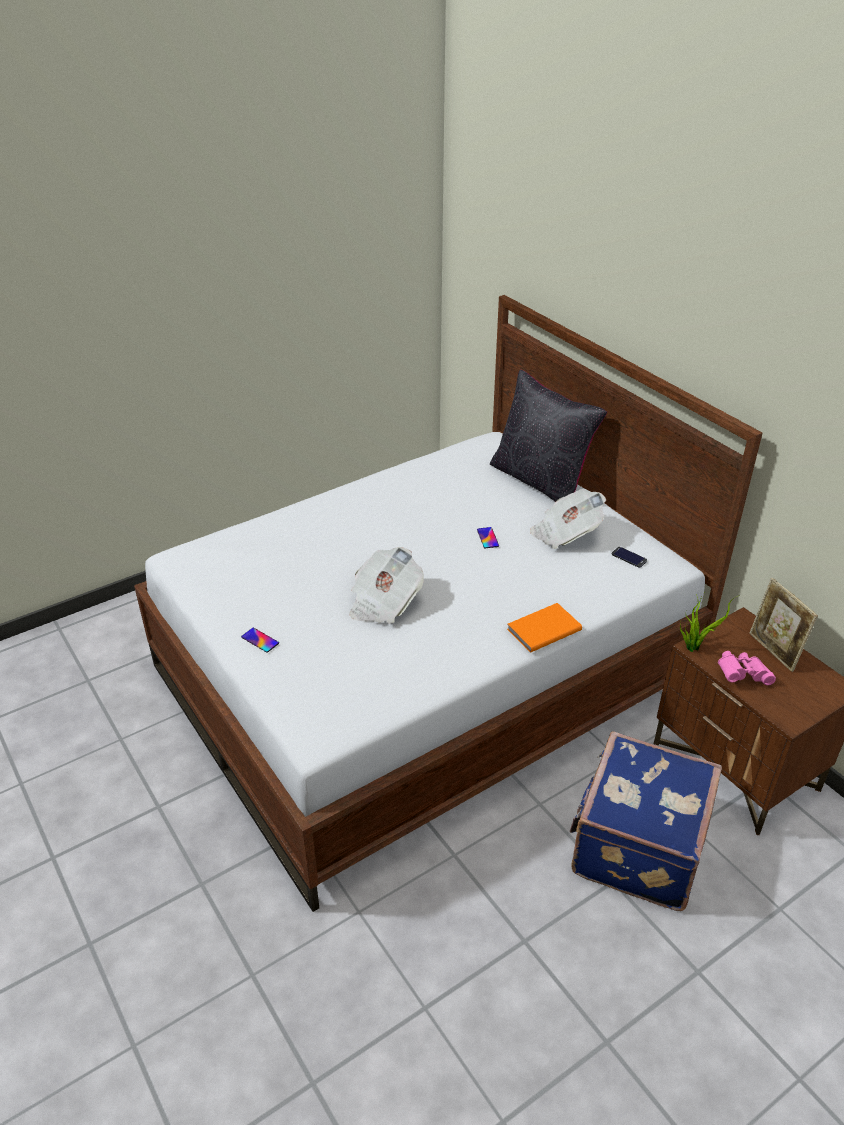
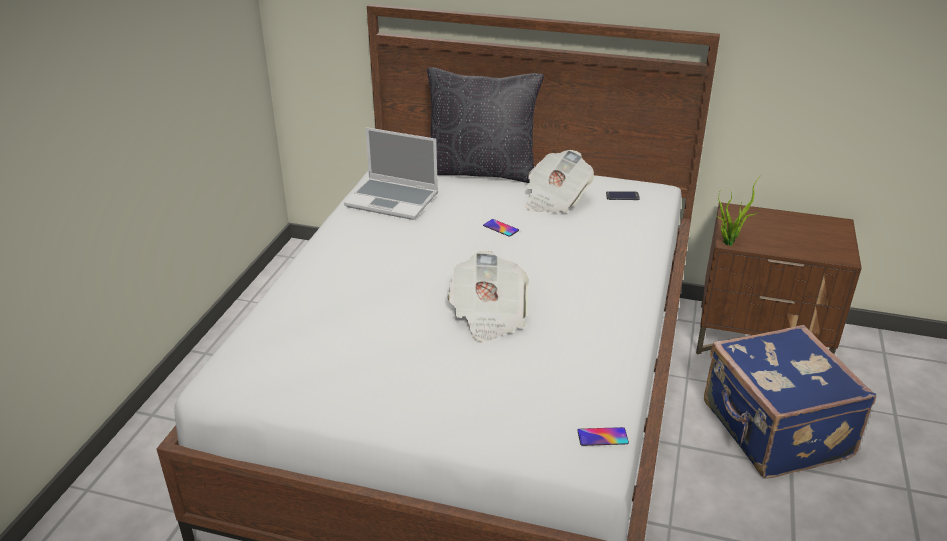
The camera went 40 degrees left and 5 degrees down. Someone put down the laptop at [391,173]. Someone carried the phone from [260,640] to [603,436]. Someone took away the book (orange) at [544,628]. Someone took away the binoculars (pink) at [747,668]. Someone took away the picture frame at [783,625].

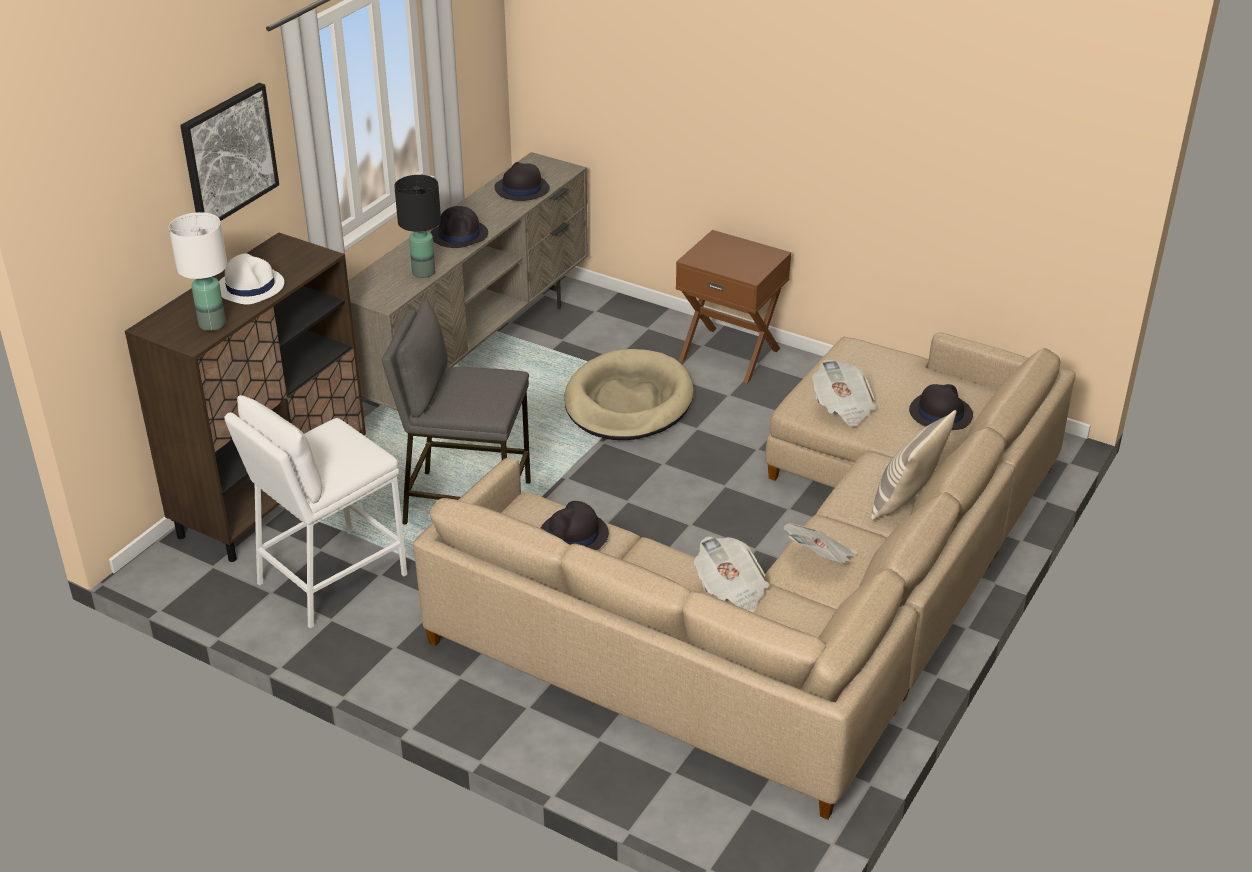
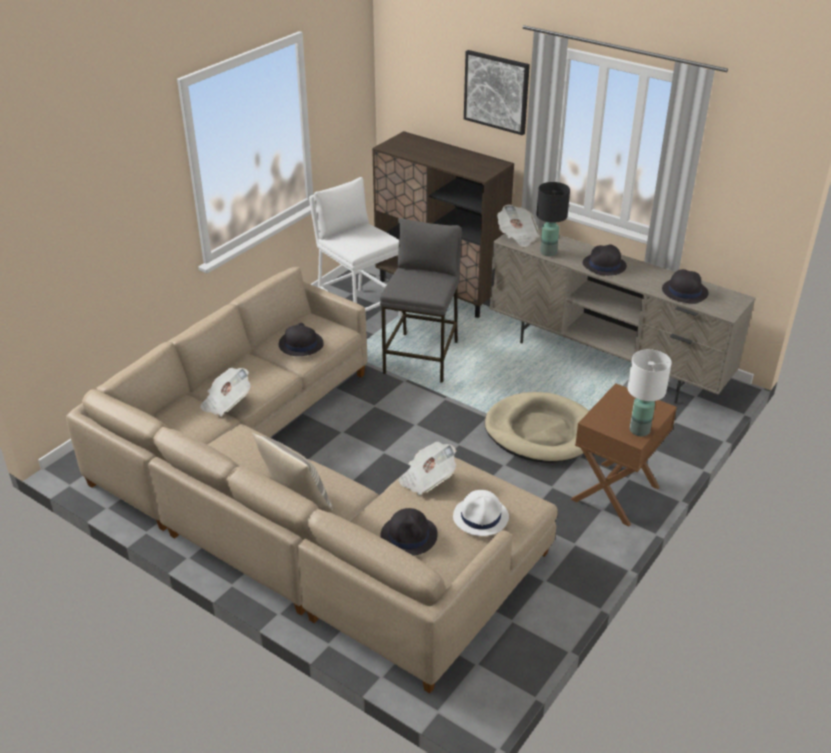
The camera went 95 degrees right and 0 degrees up. Someone carried the hat (white) from [251,278] to [481,513]. Someone carried the newspaper from [821,543] to [518,225]. Someone carried the table lamp (white) from [198,271] to [649,392].

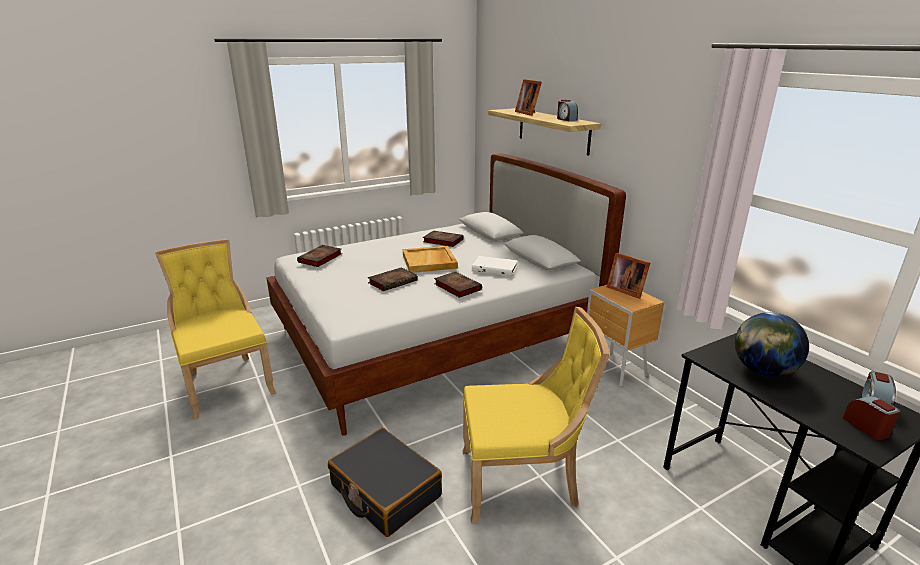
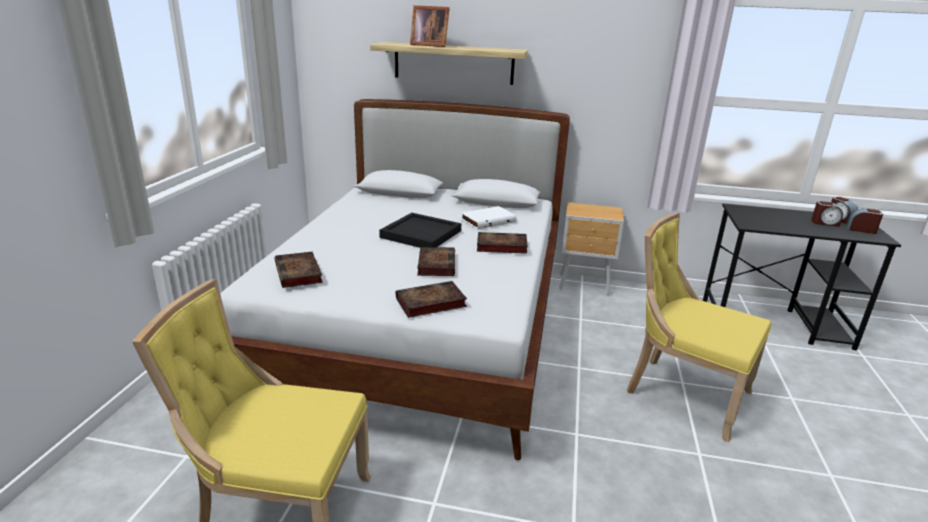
The camera went 50 degrees left and 0 degrees up. Someone repainted the tray (beige) at [430,259], which became the tray (black) at [420,230]. Someone carried the book from [443,238] to [431,299]. Someone rotated the chair (yellow) at [536,415] by 90 degrees counterclockwise. Someone carried the alarm clock from [567,110] to [827,214]. Someone took away the suitcase (black) at [385,482]. Someone took away the picture frame at [628,276]. Someone took away the globe at [772,344].

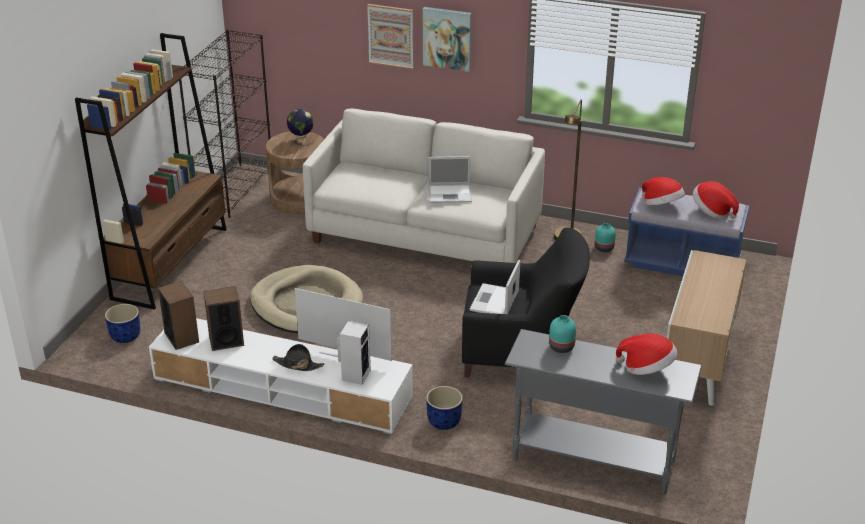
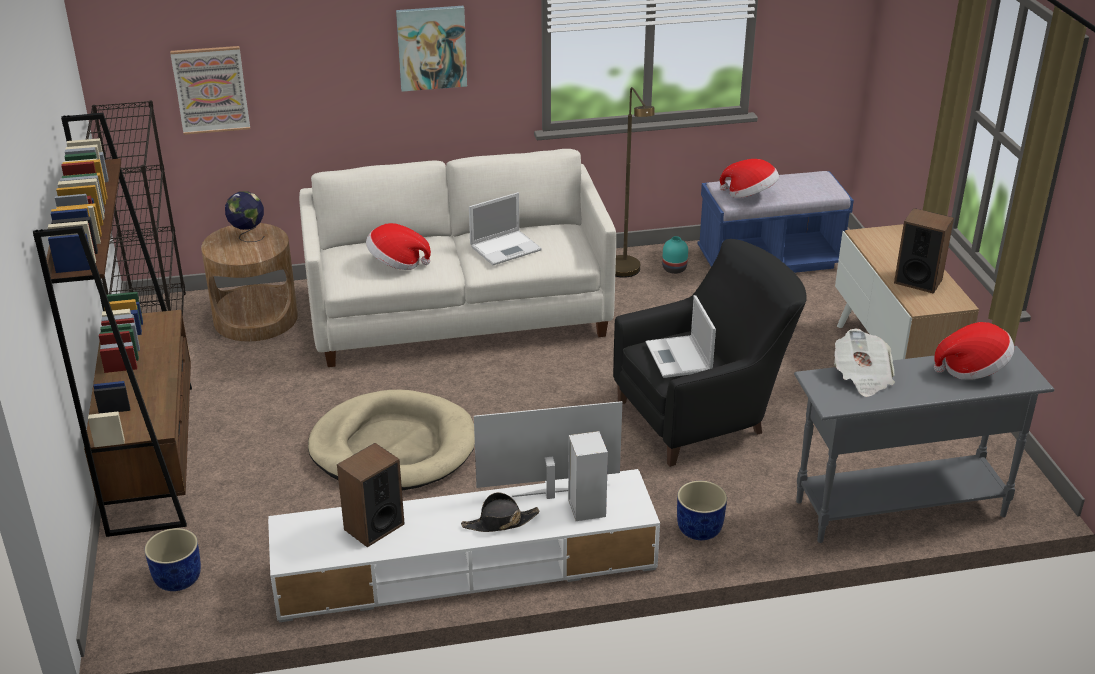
The camera went 30 degrees left and 0 degrees up. Someone carried the picture from [390,36] to [210,90]. Someone carried the hat from [716,200] to [398,246]. Someone swapped the vase (turquoise) at [562,334] for the newspaper at [864,363]. Someone carried the speaker from [178,315] to [924,251].

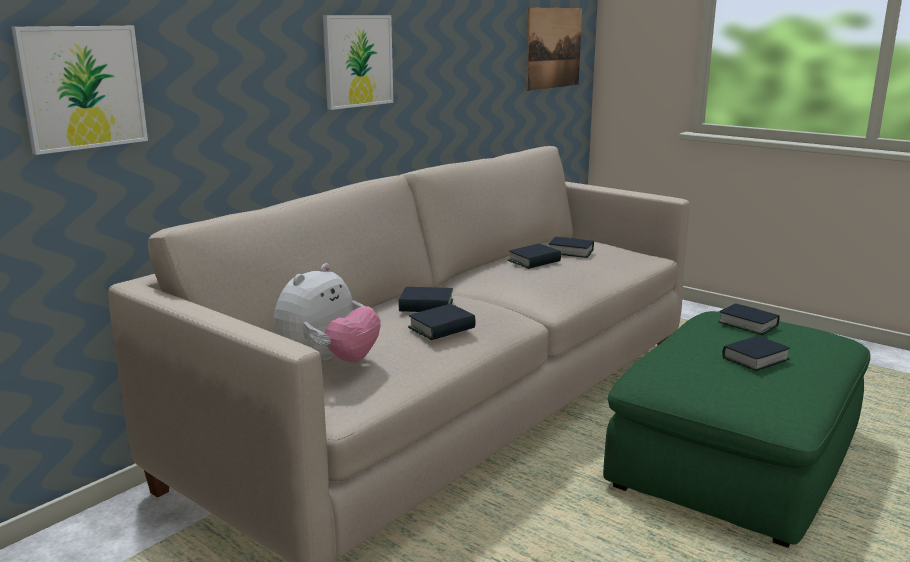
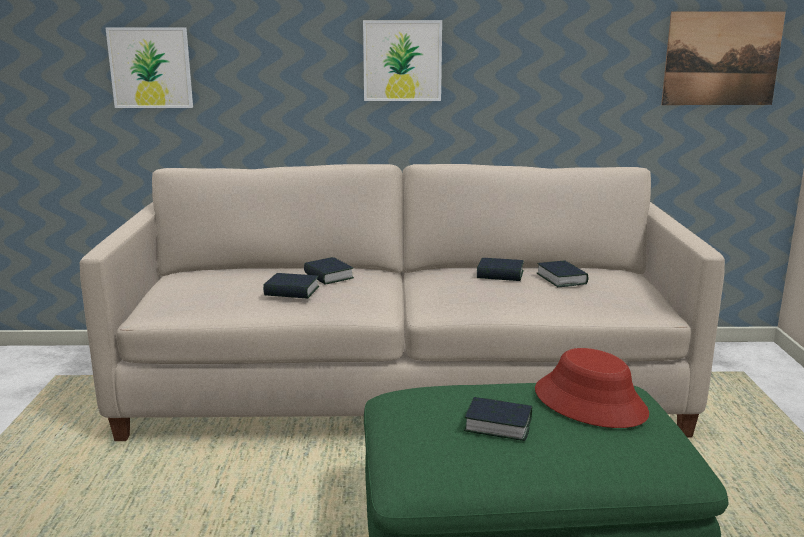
The camera went 50 degrees right and 0 degrees up. Someone swapped the book at [749,319] for the hat (red) at [592,388]. Someone took away the plush toy at [327,312].

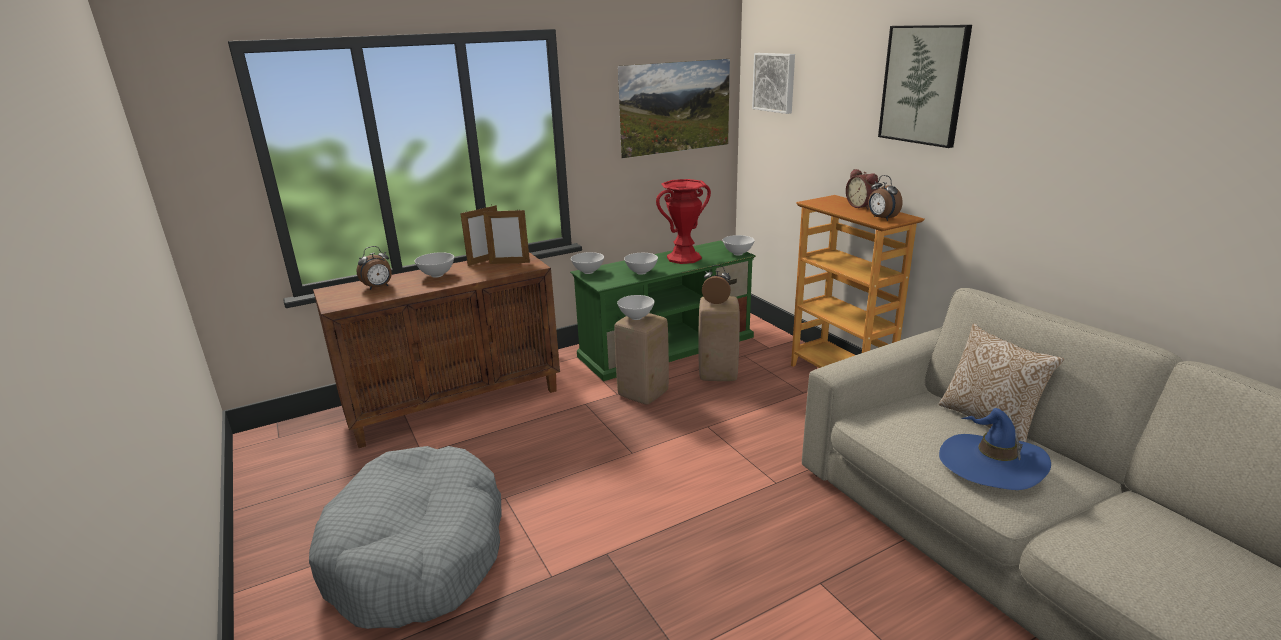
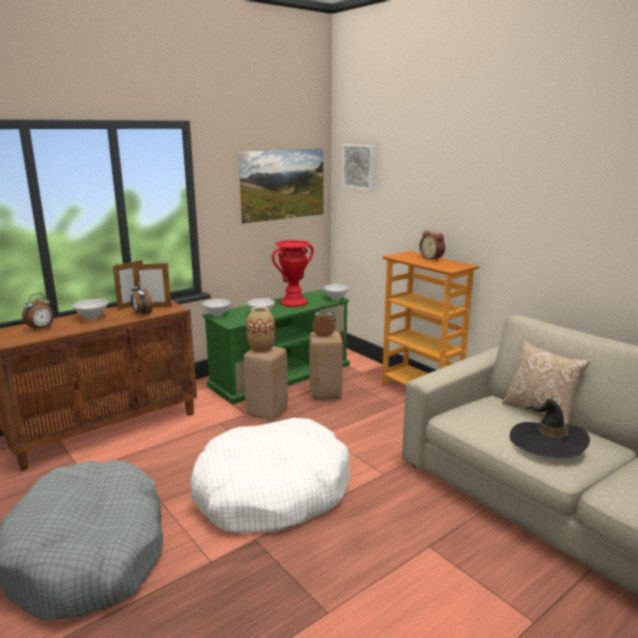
The camera went 10 degrees left and 5 degrees down. Someone carried the alarm clock from [885,198] to [141,298]. Someone put down the dog bed (white) at [270,475]. Someone swapped the bowl (white) at [635,307] for the vase at [260,330]. Someone repainted the hat (blue) at [995,449], which became the hat (black) at [550,428]. Someone took away the picture at [925,86].

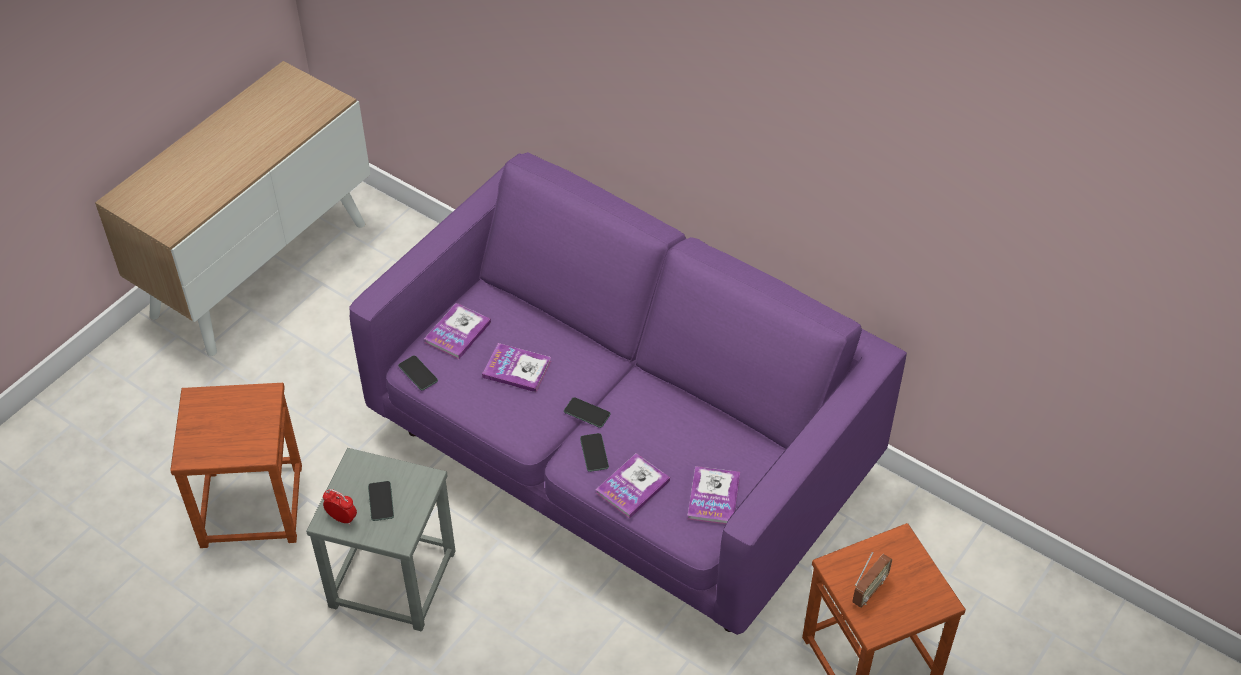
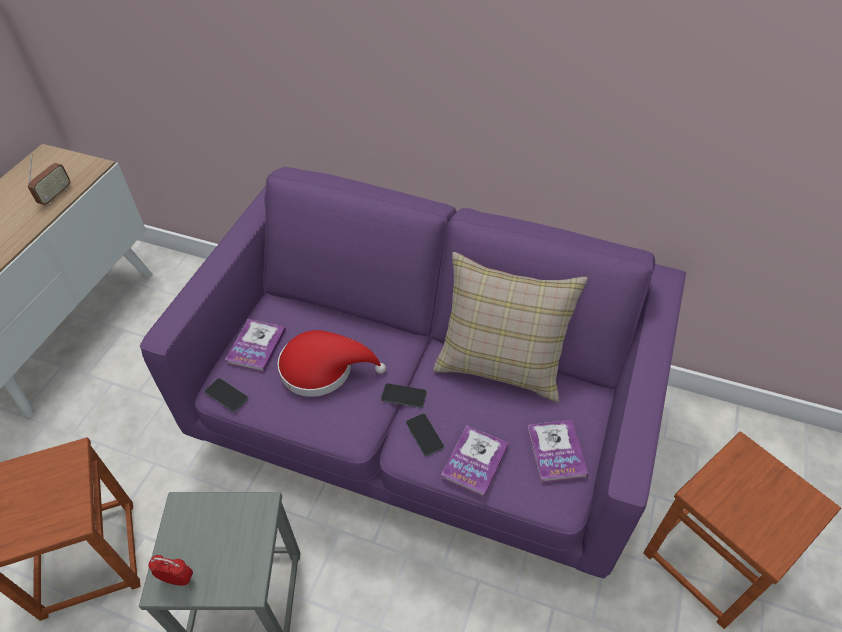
The camera went 15 degrees left and 0 degrees up. Someone carried the radio from [872,580] to [49,179]. Someone swapped the book at [516,367] for the hat (red) at [331,363]. Someone put down the pillow (beige) at [510,327]. Someone took away the phone at [381,501].

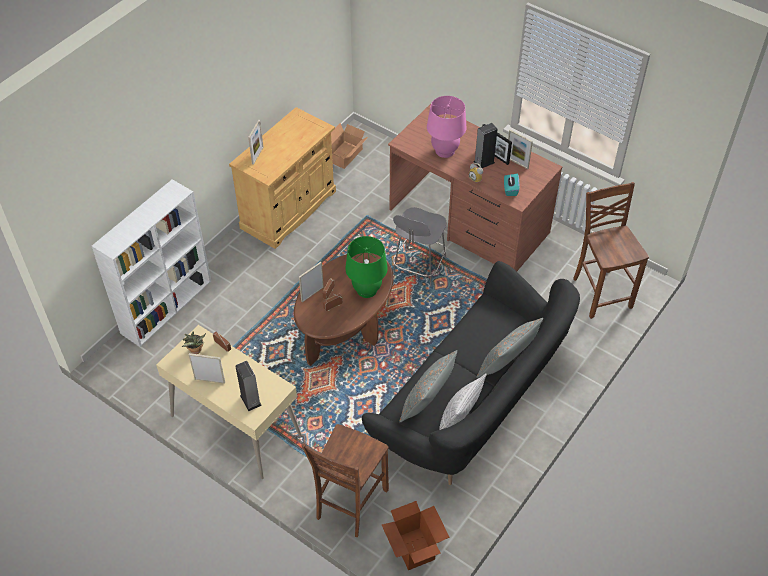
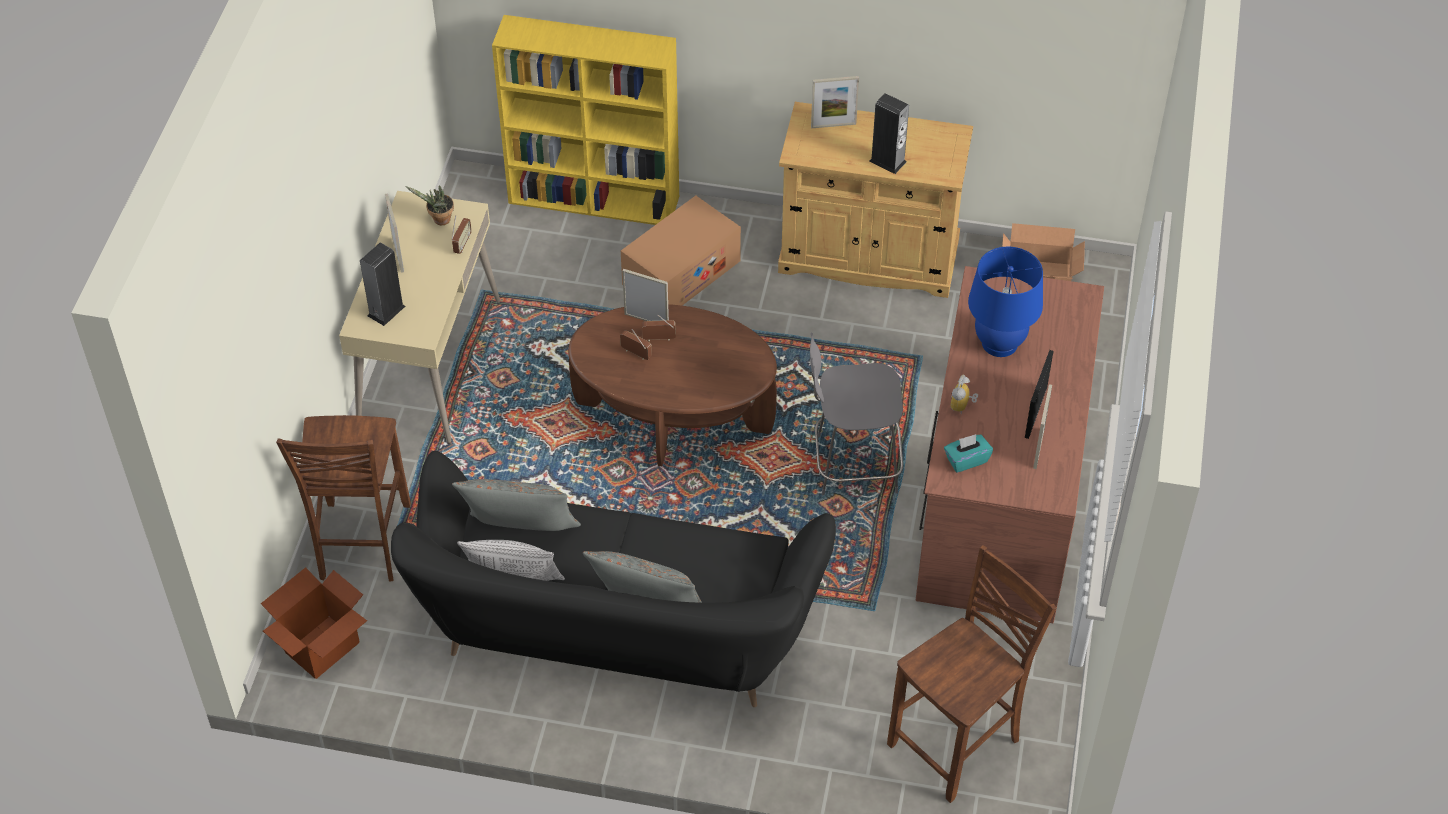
The camera went 65 degrees right and 0 degrees up. Someone rotated the chair (brown) at [345,480] by 90 degrees counterclockwise. Someone repainted the bookcase (white) at [151,263], which became the bookcase (yellow) at [585,120]. Someone put down the cardboard box at [681,251]. Someone carried the speaker from [485,145] to [889,133]. Someone repainted the table lamp (pink) at [446,127], which became the table lamp (blue) at [1005,302]. Someone took away the table lamp (green) at [366,267].

